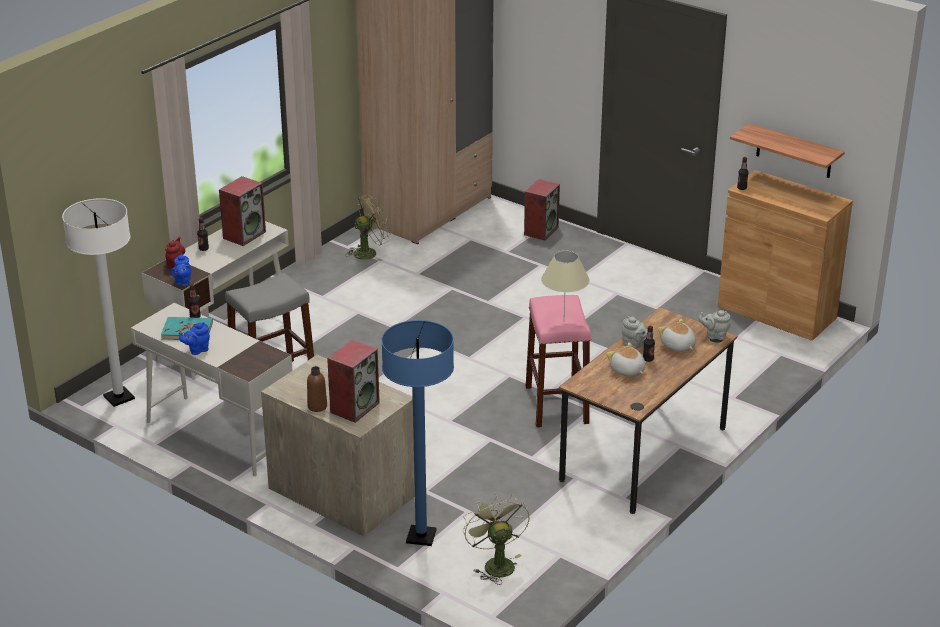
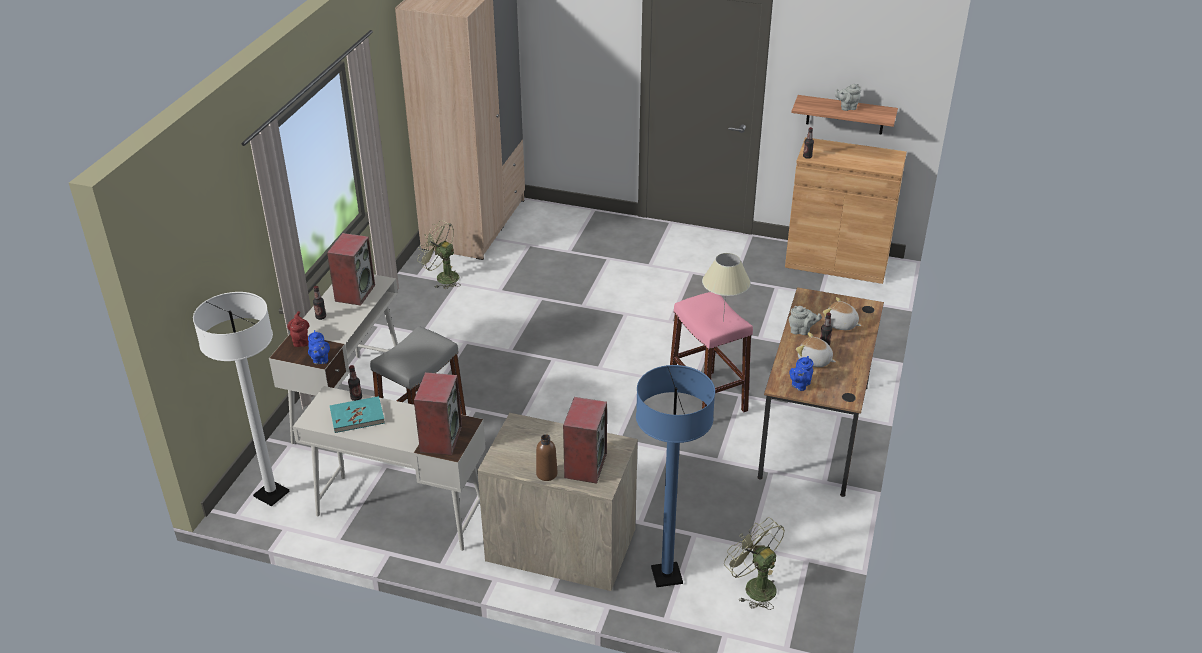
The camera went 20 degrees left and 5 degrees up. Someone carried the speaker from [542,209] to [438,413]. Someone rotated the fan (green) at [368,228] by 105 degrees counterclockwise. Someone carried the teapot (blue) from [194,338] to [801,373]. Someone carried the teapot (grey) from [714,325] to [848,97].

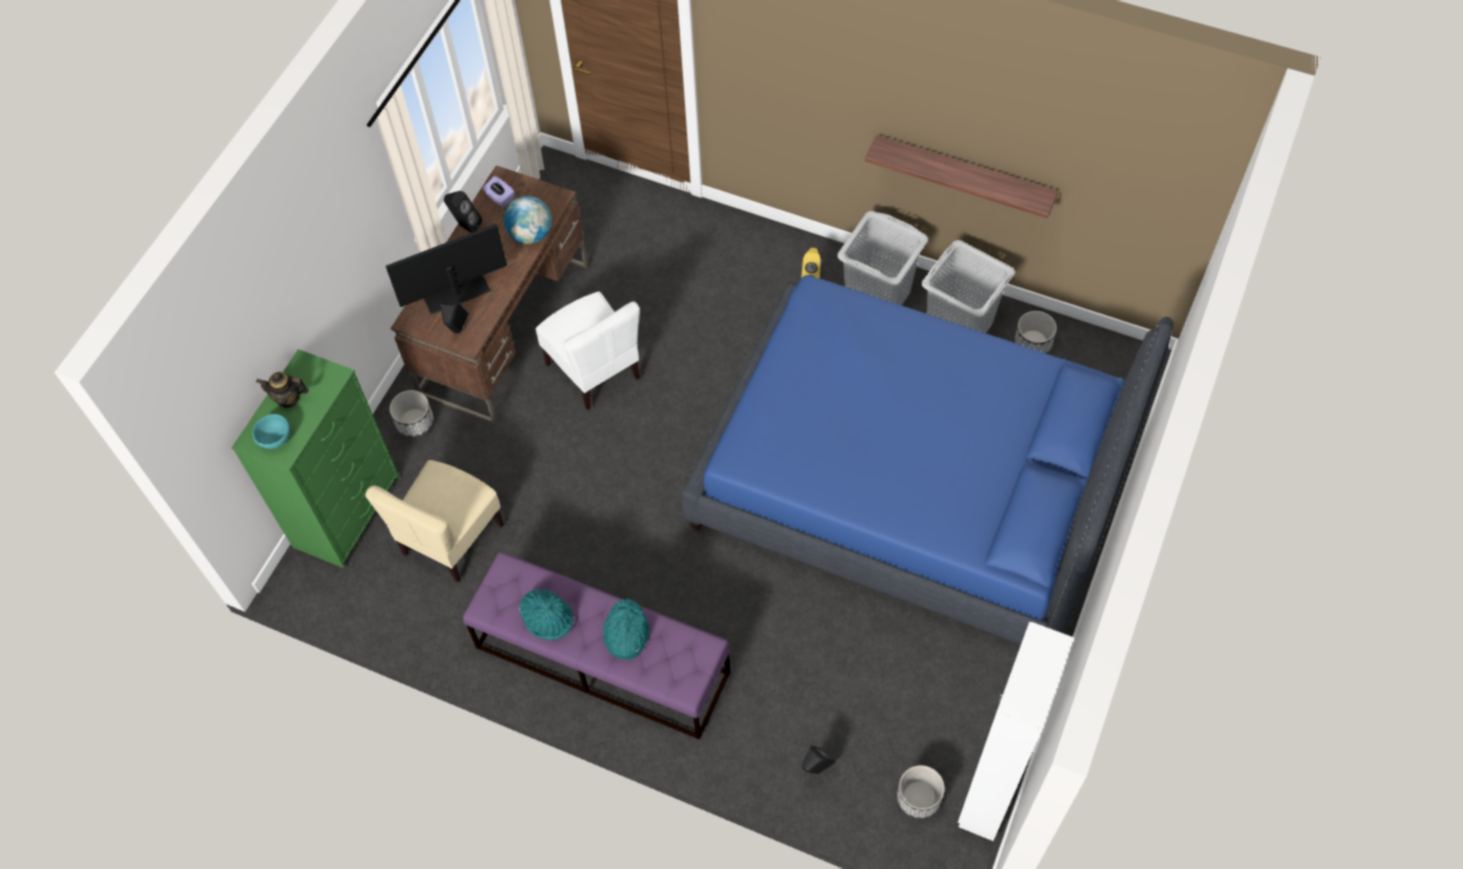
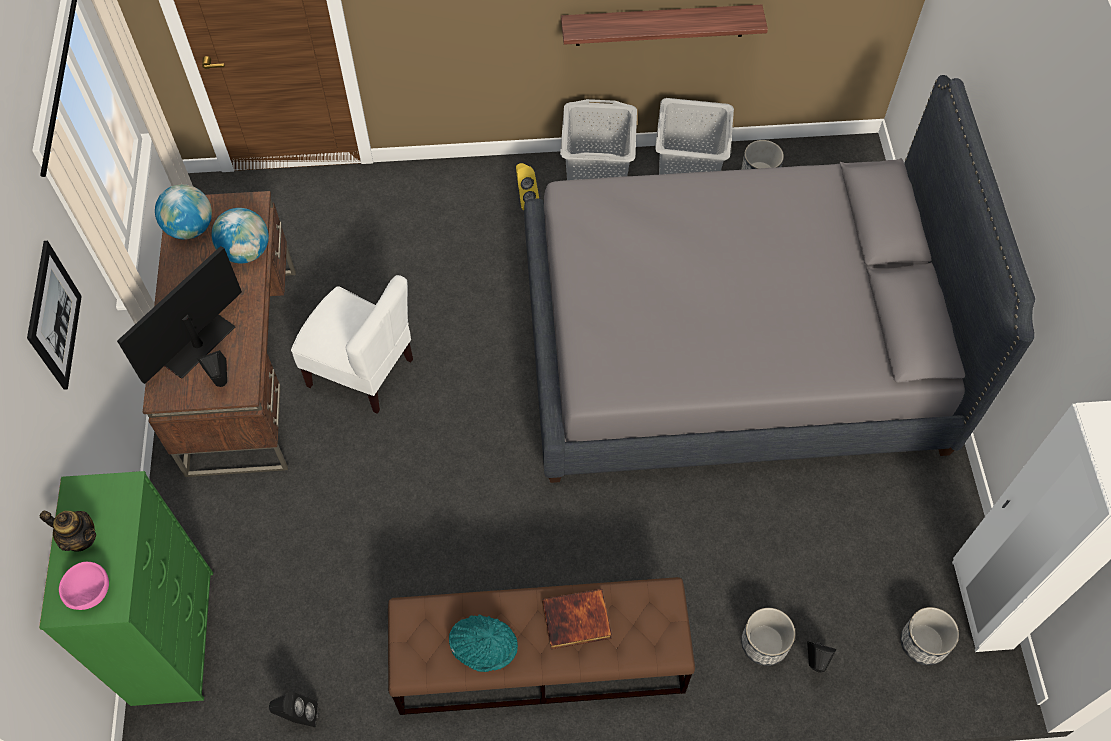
The camera went 30 degrees left and 0 degrees up. Someone put up the picture at [54,315]. Someone rotated the teapot at [282,390] by 135 degrees counterclockwise. Someone repainted the bowl (turquoise) at [271,431], which became the bowl (pink) at [84,586]. Someone swapped the tissue box (purple) at [498,192] for the globe at [183,212]. Someone carried the speaker (black) from [463,212] to [294,710]. Someone repainted the bench (purple) at [596,646], which became the bench (brown) at [541,646]. Someone repainted the bed (blue) at [927,460], which became the bed (grey) at [779,279]. Someone swapped the hat (turquoise) at [626,628] for the book at [577,619]. Someone carried the planter from [411,414] to [768,637]. Someone took away the chair (beige) at [434,521].

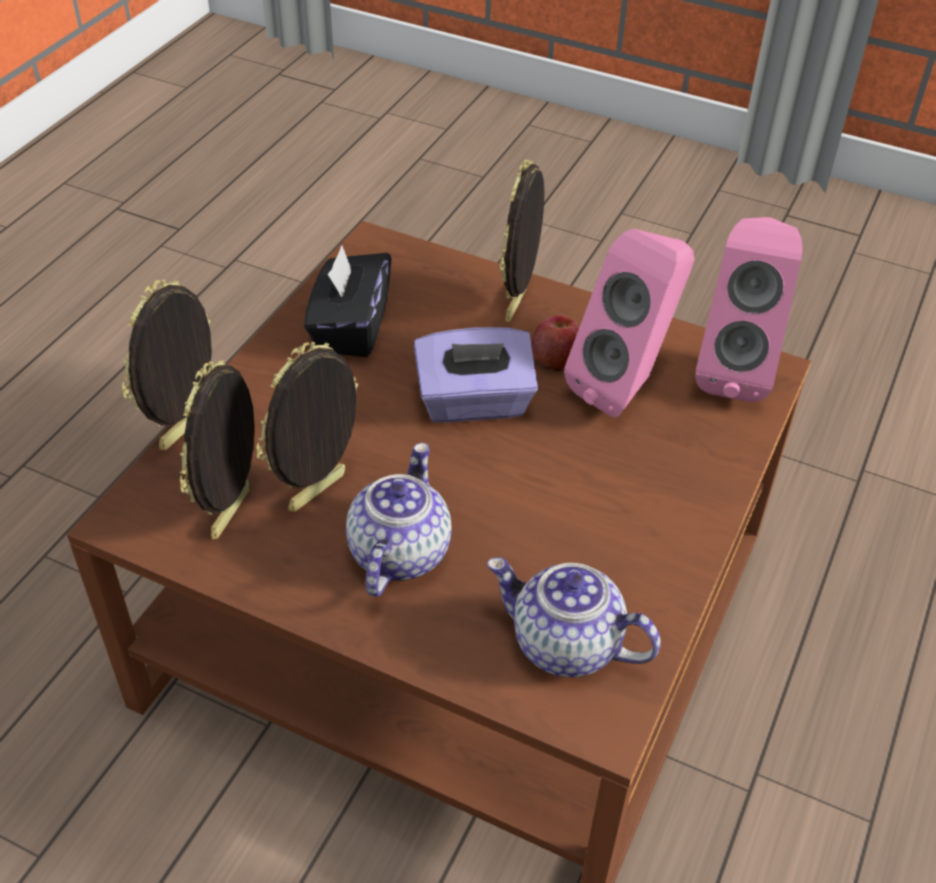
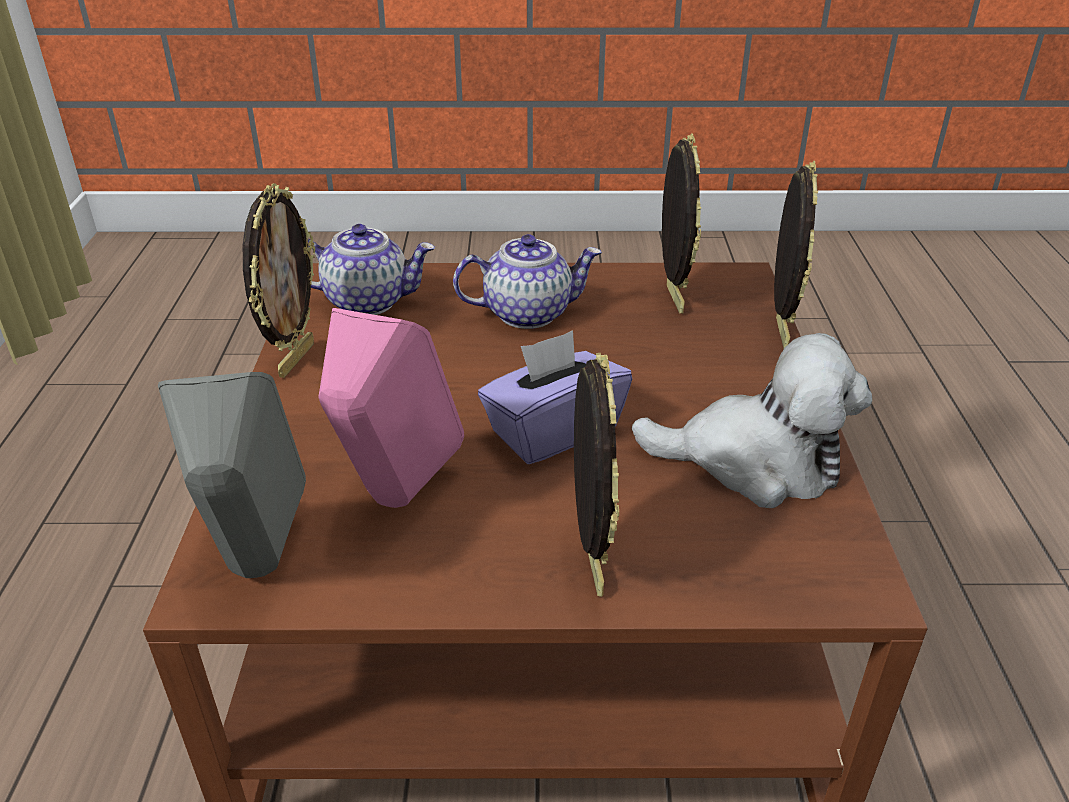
The camera went 155 degrees right and 10 degrees down. Someone repainted the speaker (pink) at [749,309], which became the speaker (grey) at [232,475]. Someone carried the picture frame from [307,427] to [279,280]. Someone rotated the teapot at [398,520] by 90 degrees counterclockwise. Someone swapped the tissue box (black) at [348,301] for the plush toy at [752,420]. Someone took away the apple at [555,343].

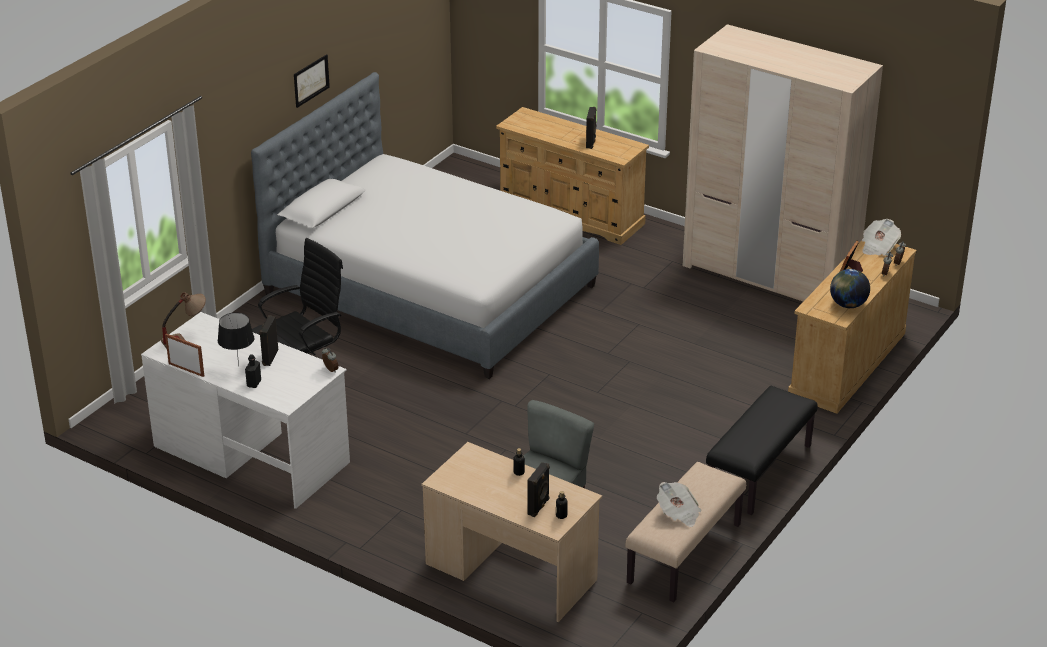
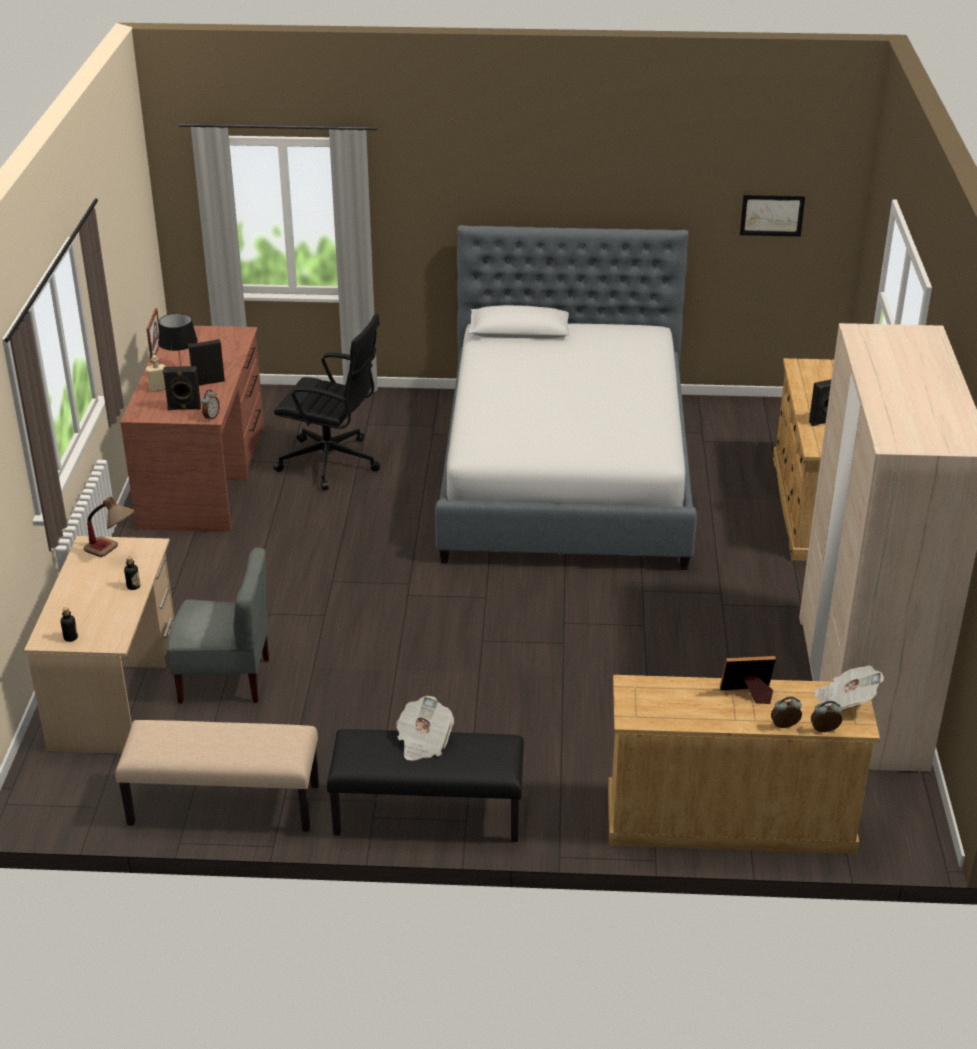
The camera went 60 degrees right and 0 degrees up. Someone carried the table lamp from [183,320] to [109,527]. Someone repainted the desk (white) at [245,410], which became the desk (brown) at [192,429]. Someone repainted the bottle (black) at [253,371], which became the bottle (beige) at [156,373]. Someone carried the speaker (black) from [539,489] to [182,388]. Someone carried the newspaper from [679,504] to [425,728]. Someone carried the picture from [312,81] to [772,215]. Someone took away the globe at [850,288].

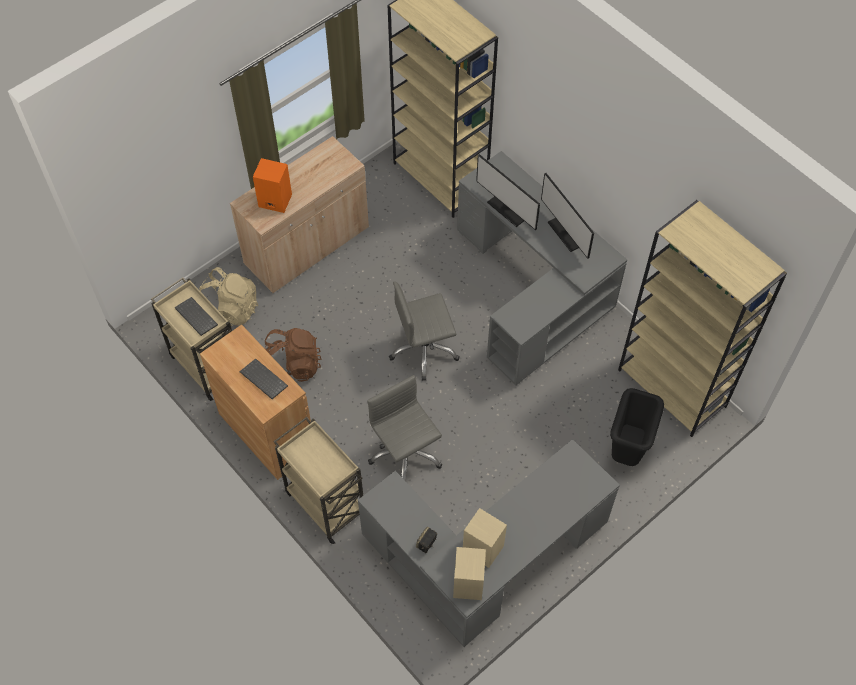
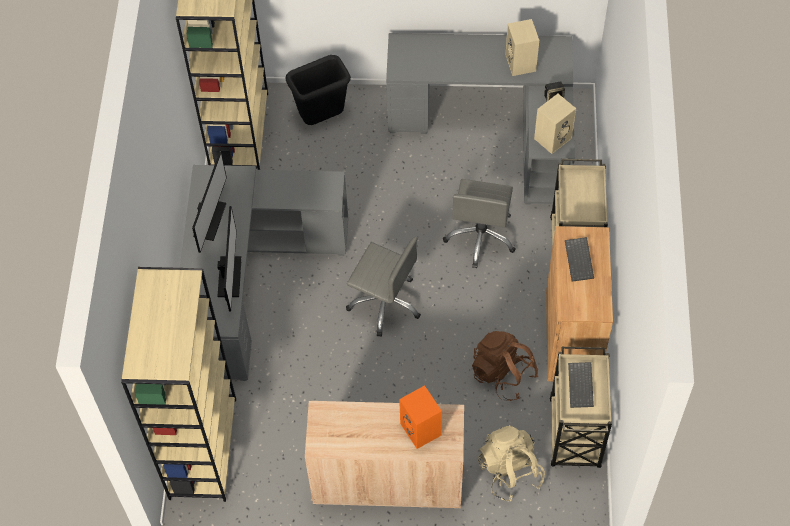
The camera went 135 degrees left and 0 degrees up. Someone carried the speaker (beige) from [469,573] to [555,124].

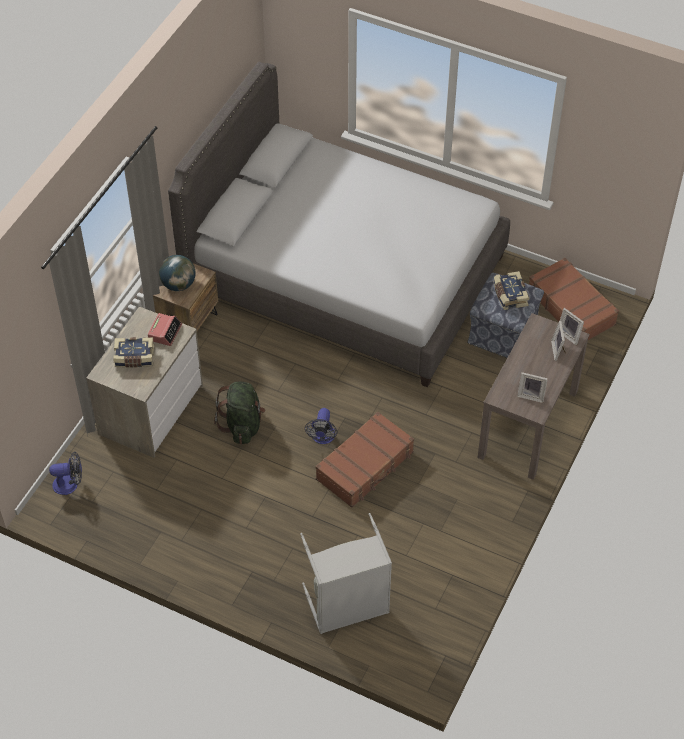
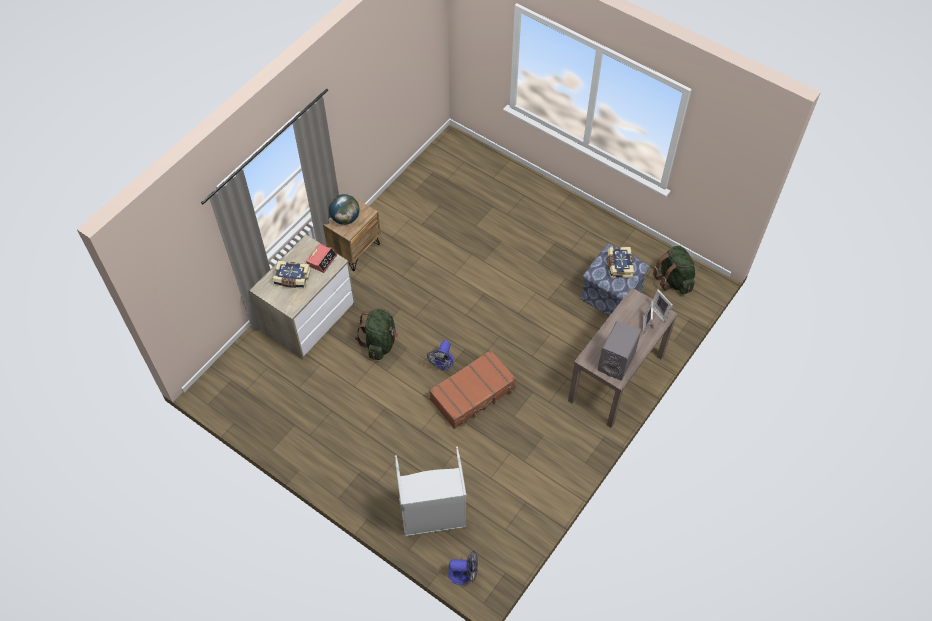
The camera went 10 degrees right and 5 degrees up. Someone carried the fan from [65,473] to [463,568]. Someone swapped the picture frame at [532,387] for the speaker (grey) at [619,350]. Someone swapped the suitcase (brown) at [574,299] for the backpack (green) at [674,270]. Someone took away the bed (grey) at [339,224].

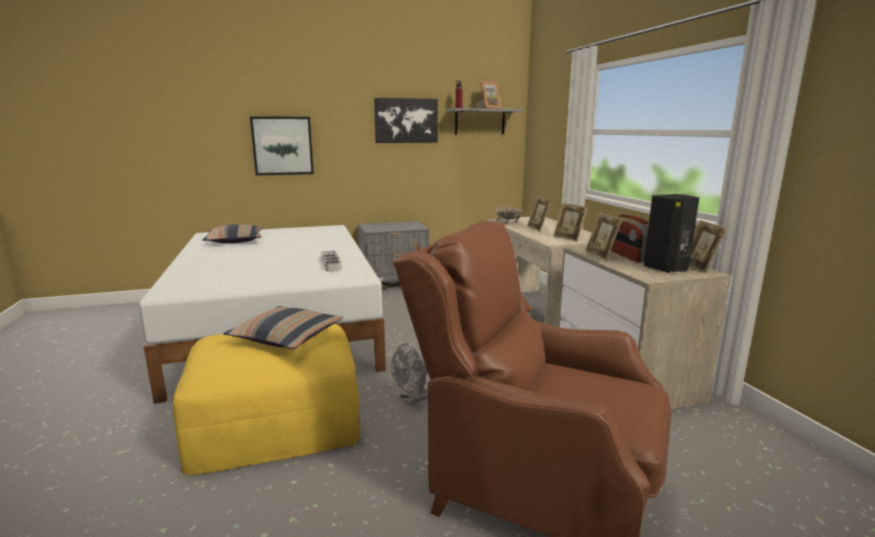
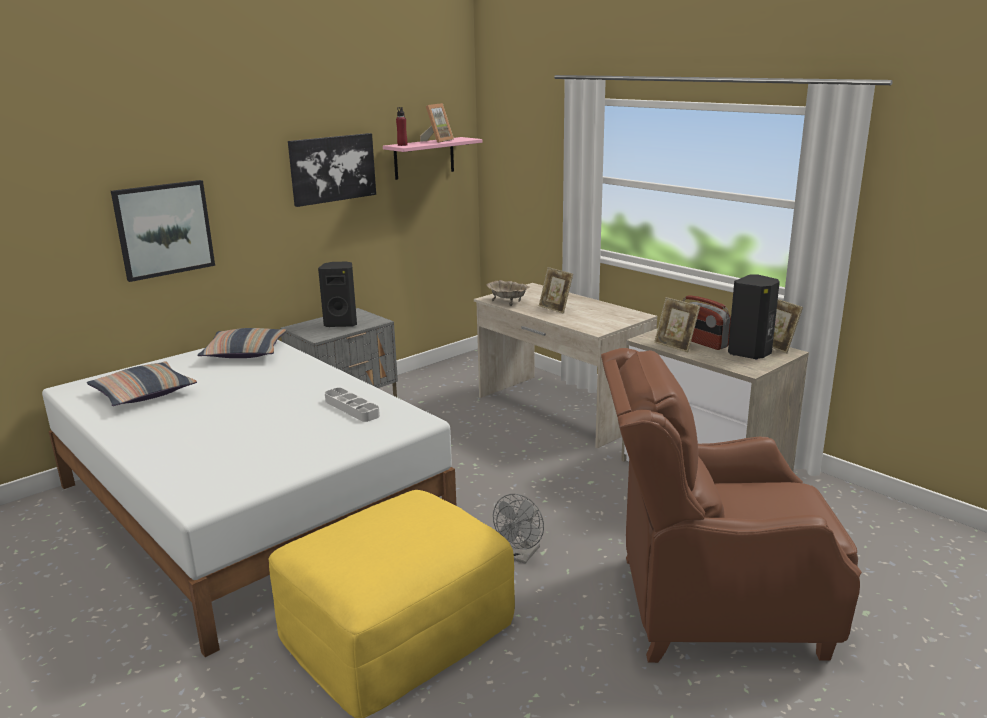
The camera went 25 degrees left and 5 degrees up. Someone carried the pillow from [283,327] to [241,343]. Someone put down the speaker (black) at [337,294]. Someone repainted the shelf (grey) at [485,121], which became the shelf (pink) at [432,158]. Someone took away the picture frame at [570,222].

